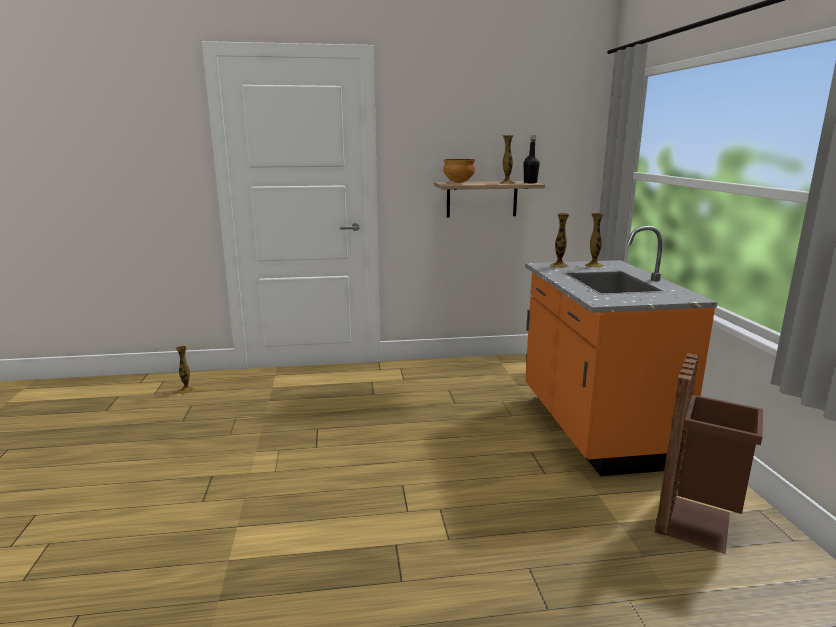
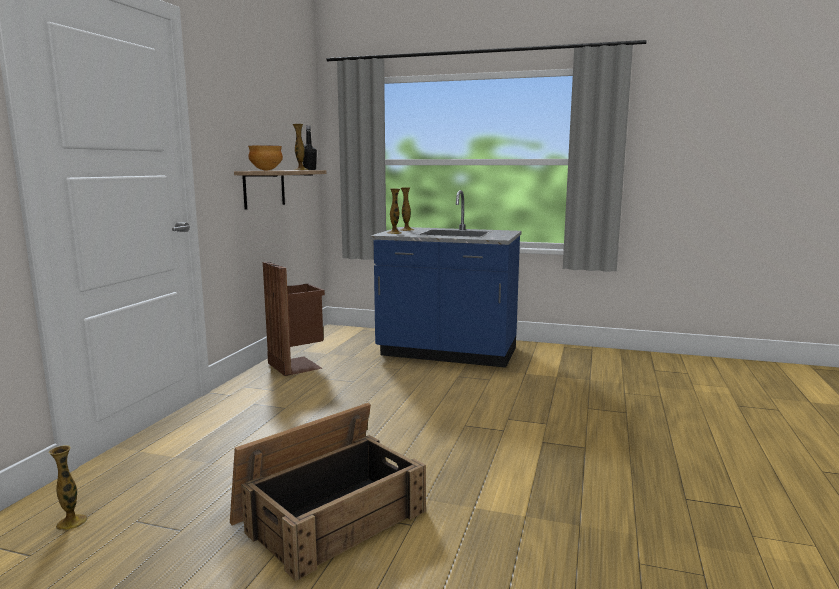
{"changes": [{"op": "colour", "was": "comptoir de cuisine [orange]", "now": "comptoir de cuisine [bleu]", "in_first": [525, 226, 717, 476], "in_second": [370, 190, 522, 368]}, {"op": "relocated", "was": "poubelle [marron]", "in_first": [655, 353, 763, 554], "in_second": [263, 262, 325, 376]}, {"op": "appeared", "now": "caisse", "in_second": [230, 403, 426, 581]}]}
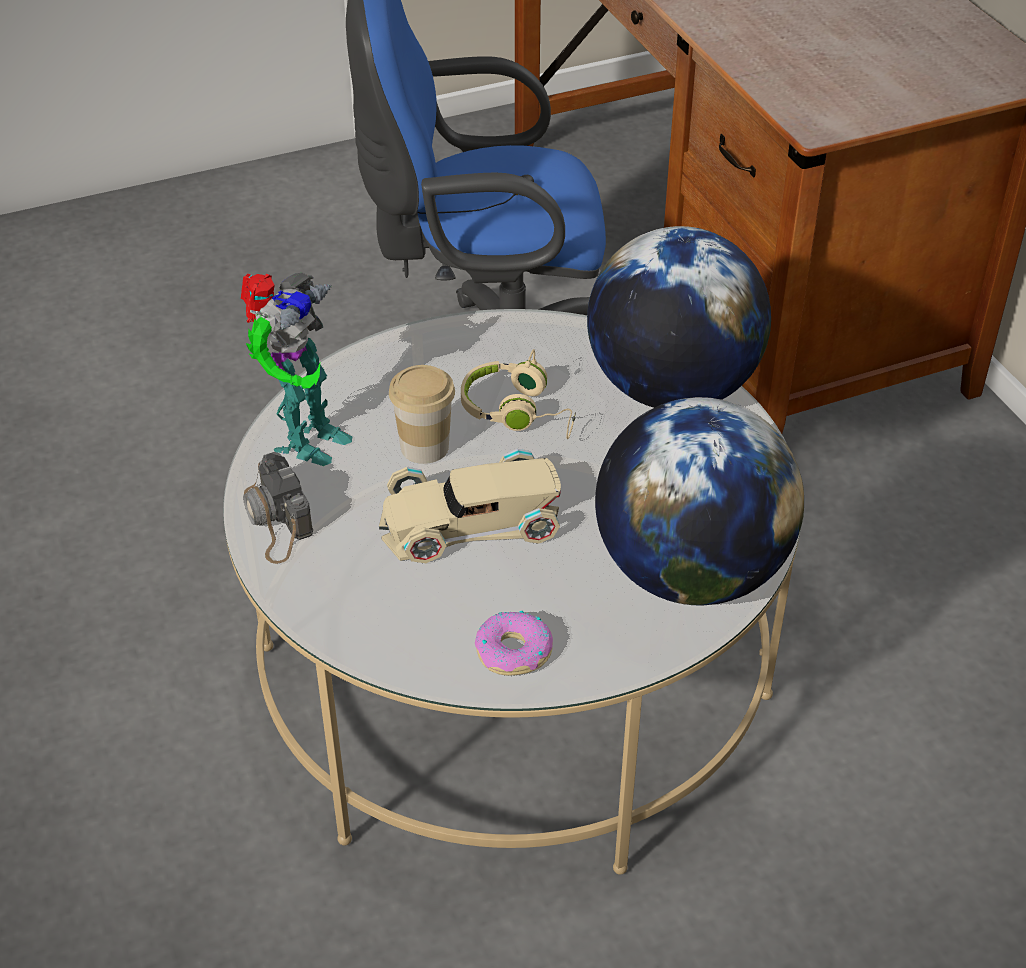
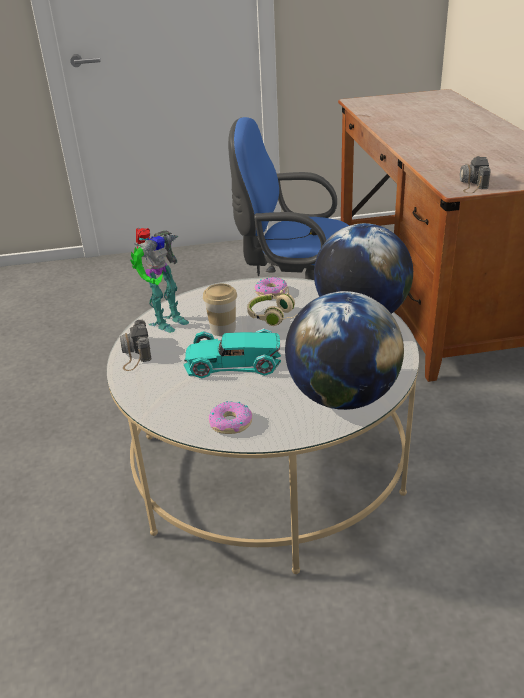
{"changes": [{"op": "colour", "was": "petite voiture [beige]", "now": "petite voiture [turquoise]", "in_first": [379, 449, 561, 563], "in_second": [184, 328, 281, 378]}, {"op": "appeared", "now": "appareil photo", "in_second": [460, 156, 491, 193]}, {"op": "appeared", "now": "beignet", "in_second": [254, 277, 287, 296]}]}
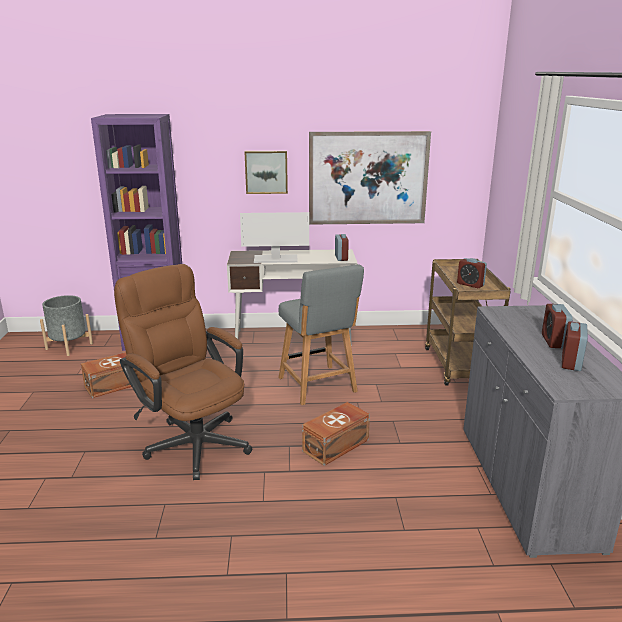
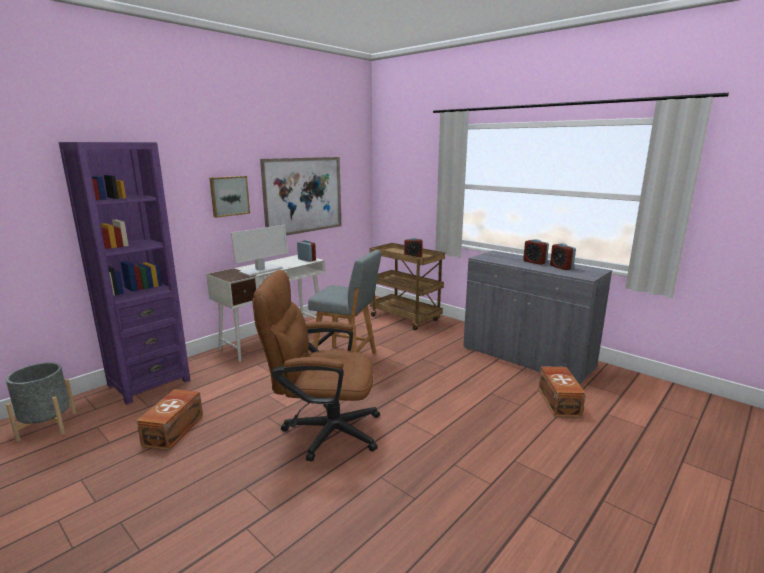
{"changes": [{"op": "relocated", "was": "boîte de rangement [marron]", "in_first": [302, 402, 370, 466], "in_second": [538, 366, 586, 418]}]}
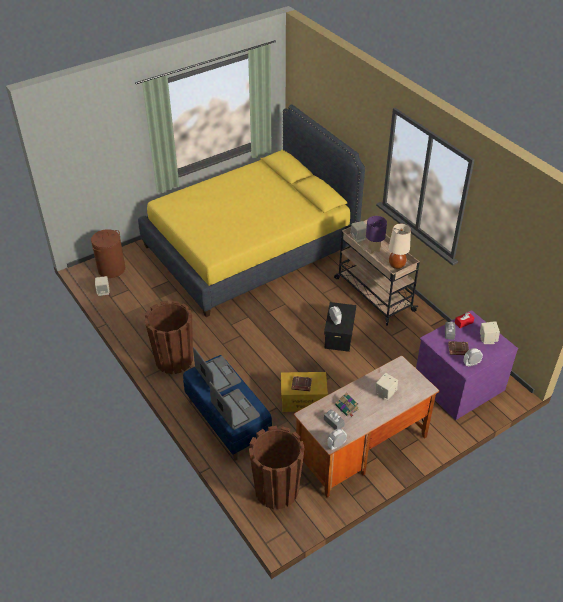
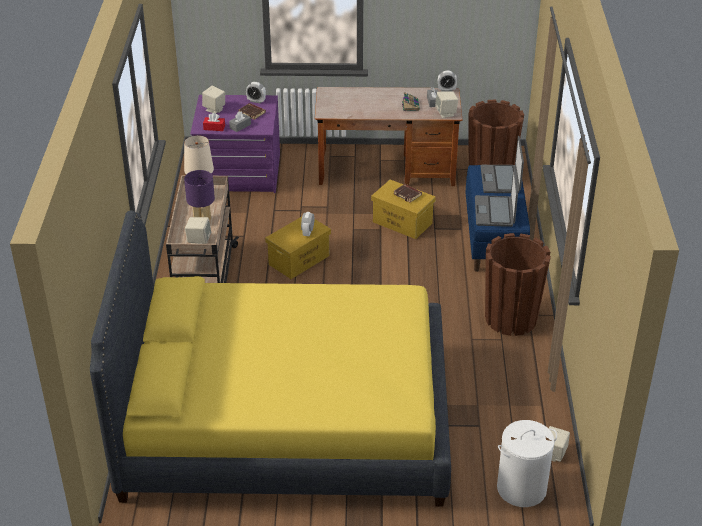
{"changes": [{"op": "colour", "was": "panier à linge [marron]", "now": "panier à linge [blanc]", "in_first": [91, 229, 125, 278], "in_second": [497, 420, 557, 507]}, {"op": "colour", "was": "boîte de rangement [noir]", "now": "boîte de rangement [jaune]", "in_first": [324, 302, 356, 352], "in_second": [265, 217, 331, 279]}, {"op": "relocated", "was": "enceinte [beige]", "in_first": [375, 373, 398, 400], "in_second": [435, 91, 458, 118]}]}
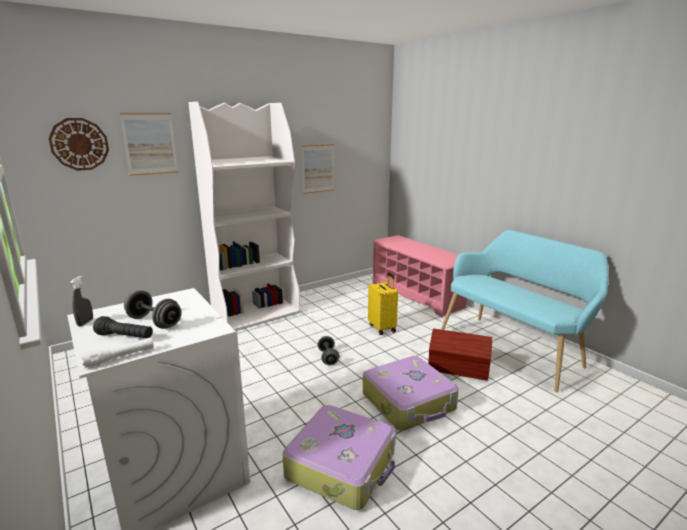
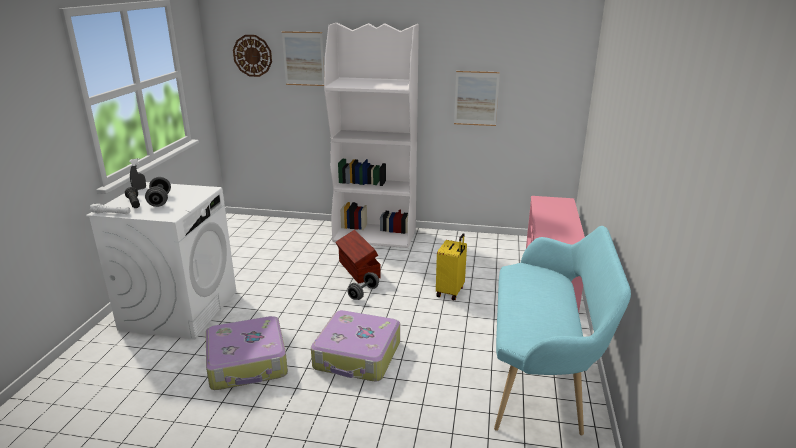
{"changes": [{"op": "relocated", "was": "boîte de rangement [marron]", "in_first": [428, 328, 492, 381], "in_second": [335, 230, 381, 284]}]}
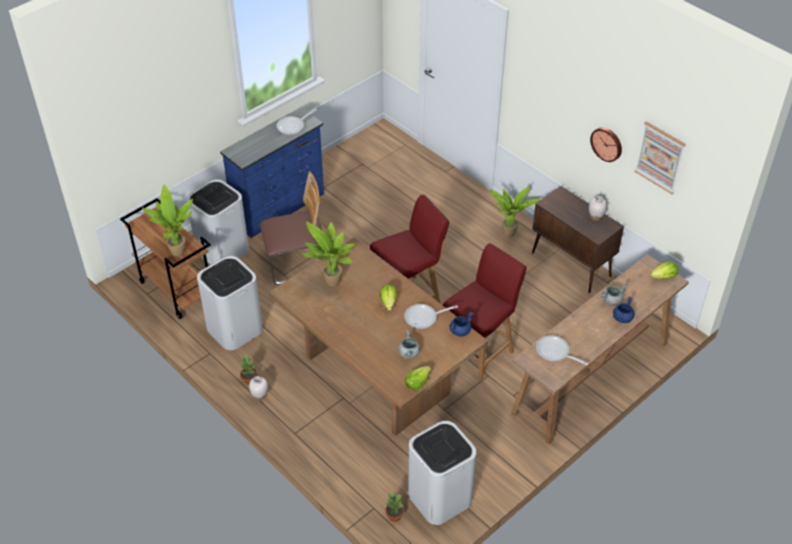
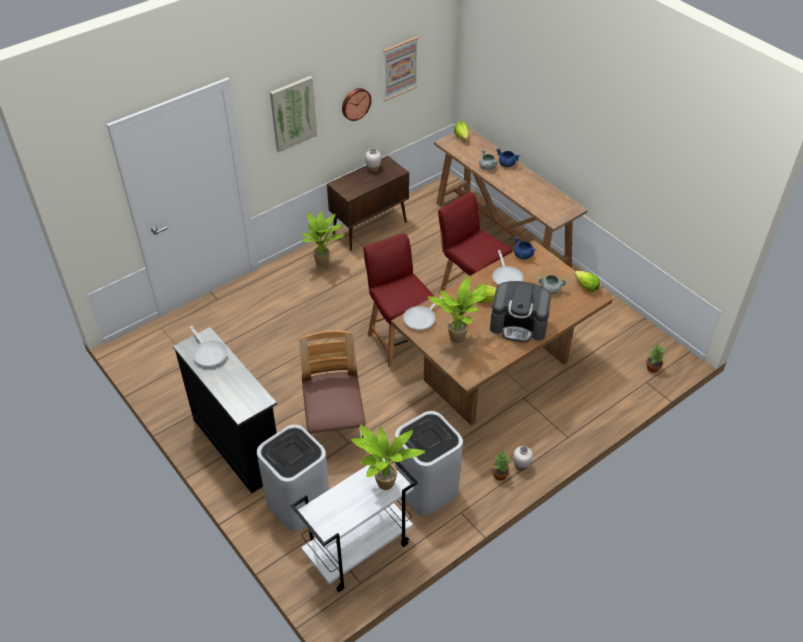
{"changes": [{"op": "colour", "was": "commode [bleu]", "now": "commode [noir]", "in_first": [220, 107, 324, 238], "in_second": [173, 327, 277, 493]}, {"op": "colour", "was": "chariot [marron]", "now": "chariot [blanc]", "in_first": [120, 198, 211, 319], "in_second": [291, 455, 418, 592]}, {"op": "relocated", "was": "poêle", "in_first": [536, 335, 588, 365], "in_second": [403, 296, 443, 330]}, {"op": "missing", "was": "poubelle [blanc]", "in_first": [408, 421, 476, 525]}, {"op": "appeared", "now": "tableau", "in_second": [270, 76, 317, 152]}, {"op": "appeared", "now": "machine à café", "in_second": [490, 281, 551, 343]}]}
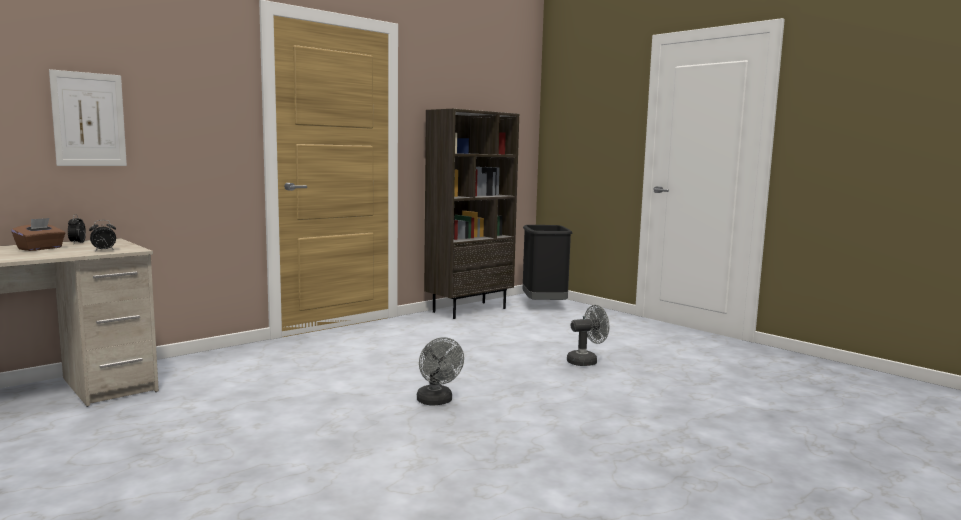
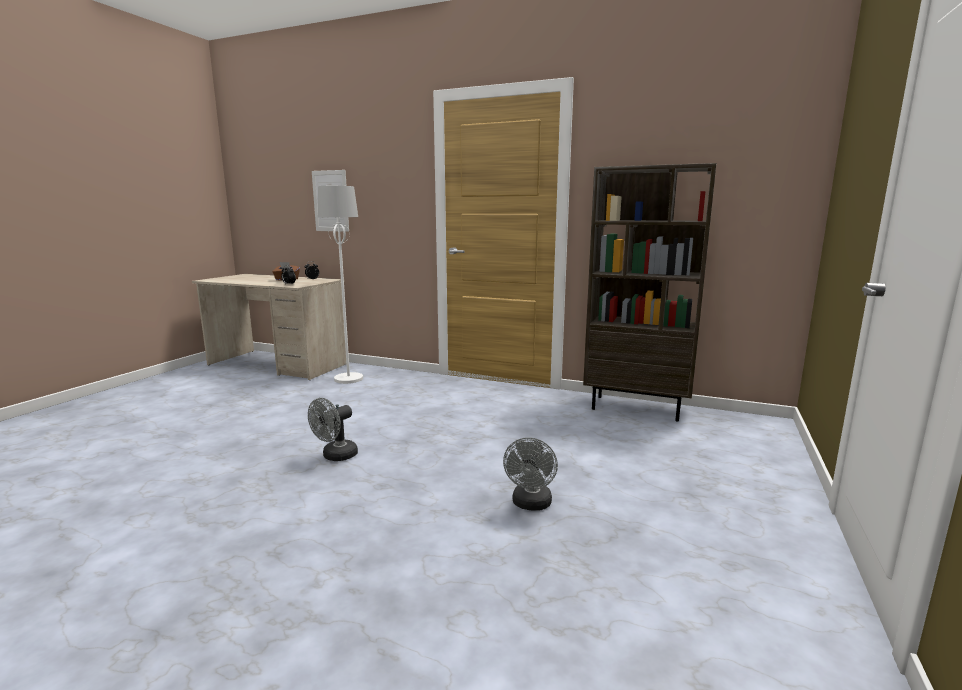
{"changes": [{"op": "missing", "was": "poubelle [noir]", "in_first": [523, 225, 572, 300]}, {"op": "spun", "was": "ventilateur [gris]", "in_first": [567, 305, 609, 366], "in_second": [503, 437, 558, 511], "clockwise": 60}, {"op": "appeared", "now": "lampadaire [blanc]", "in_second": [318, 186, 363, 384]}]}
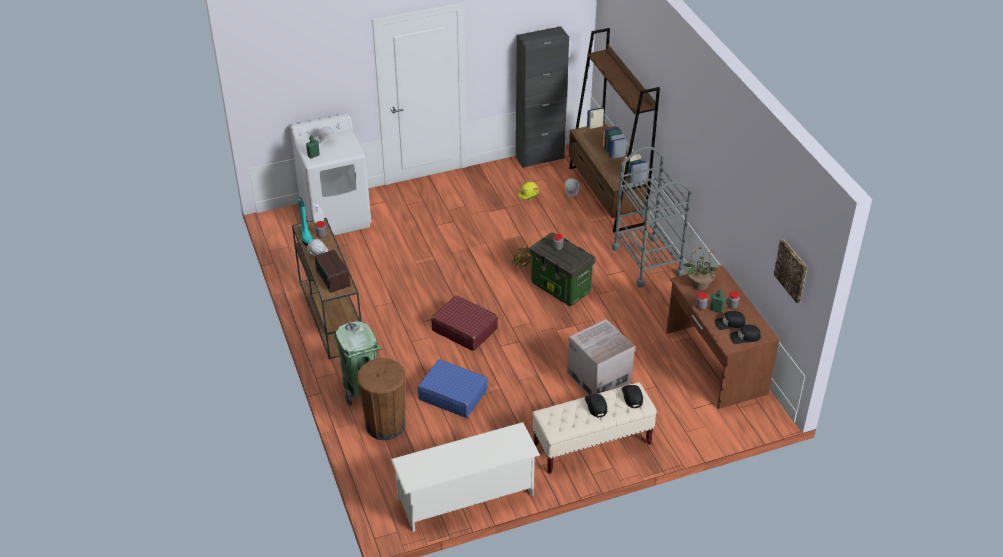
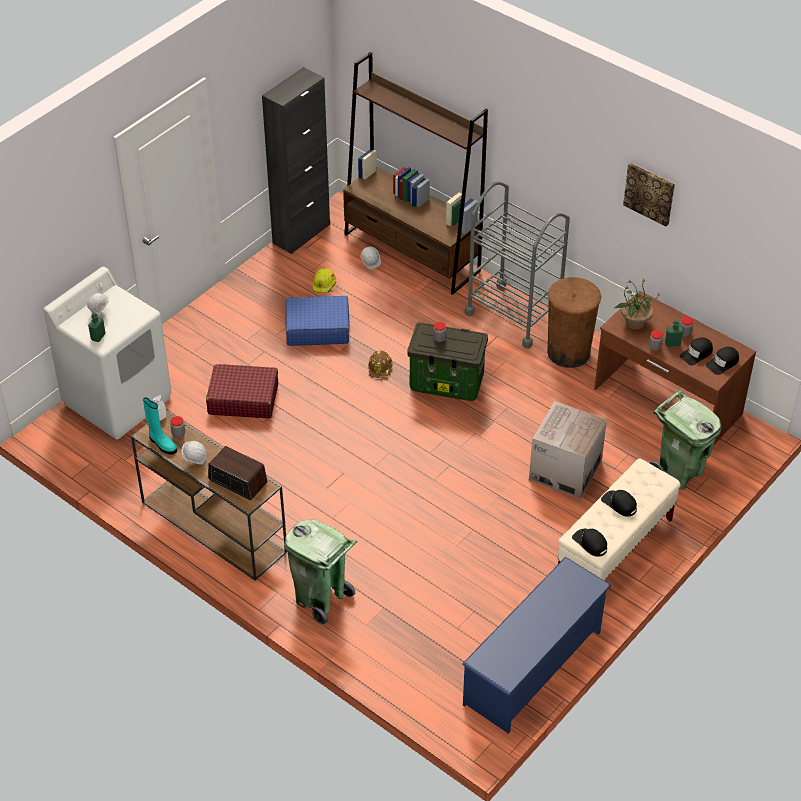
{"changes": [{"op": "relocated", "was": "tableau", "in_first": [774, 239, 808, 303], "in_second": [623, 163, 675, 226]}, {"op": "relocated", "was": "valise [rouge]", "in_first": [431, 295, 498, 351], "in_second": [206, 364, 278, 418]}, {"op": "relocated", "was": "poubelle [marron]", "in_first": [357, 358, 406, 440], "in_second": [547, 277, 601, 368]}, {"op": "relocated", "was": "valise [bleu]", "in_first": [418, 359, 488, 418], "in_second": [286, 296, 349, 346]}, {"op": "relocated", "was": "casquette [noir]", "in_first": [622, 385, 643, 408], "in_second": [572, 529, 607, 557]}, {"op": "colour", "was": "étagère à chaussures [blanc]", "now": "étagère à chaussures [bleu]", "in_first": [391, 422, 540, 532], "in_second": [462, 557, 611, 734]}, {"op": "appeared", "now": "poubelle [vert]", "in_second": [650, 390, 722, 490]}]}
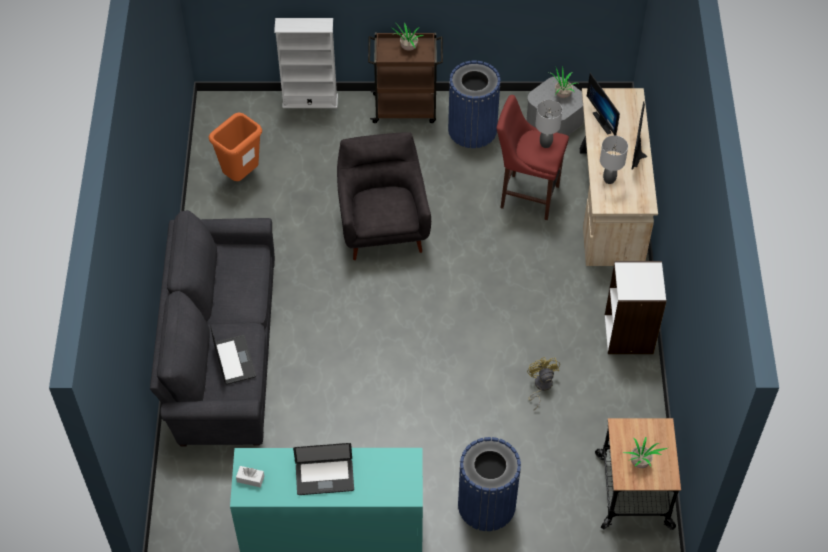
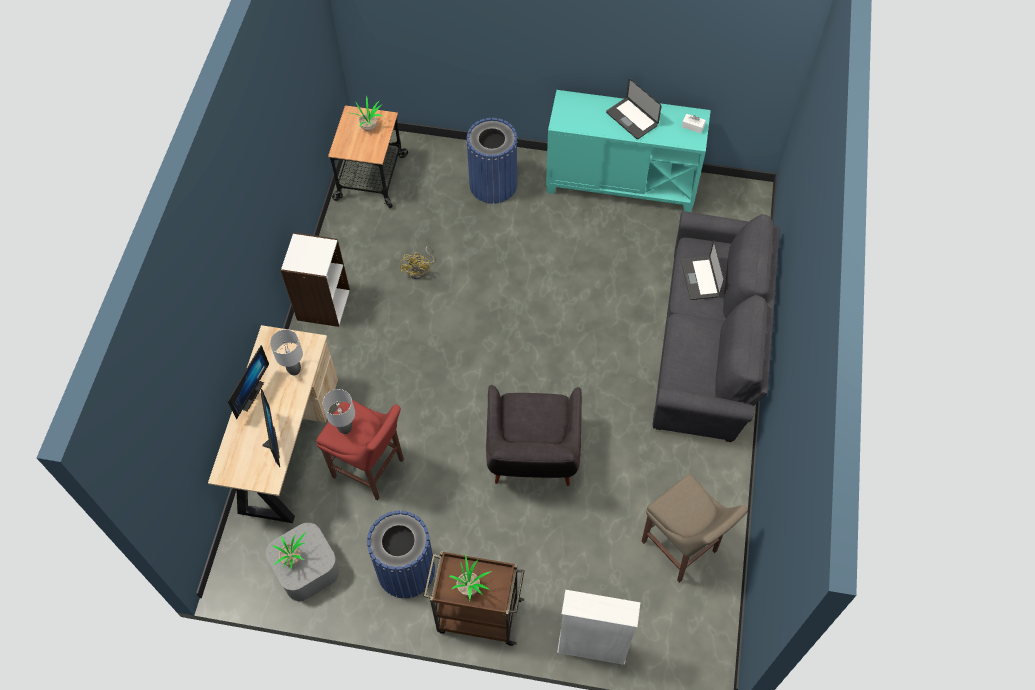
{"changes": [{"op": "exchanged", "was": "poubelle [orange]", "now": "tabouret [beige]", "in_first": [209, 112, 262, 181], "in_second": [641, 474, 748, 583]}, {"op": "spun", "was": "ordinateur portable", "in_first": [293, 443, 354, 495], "in_second": [606, 78, 661, 139], "clockwise": -135}]}
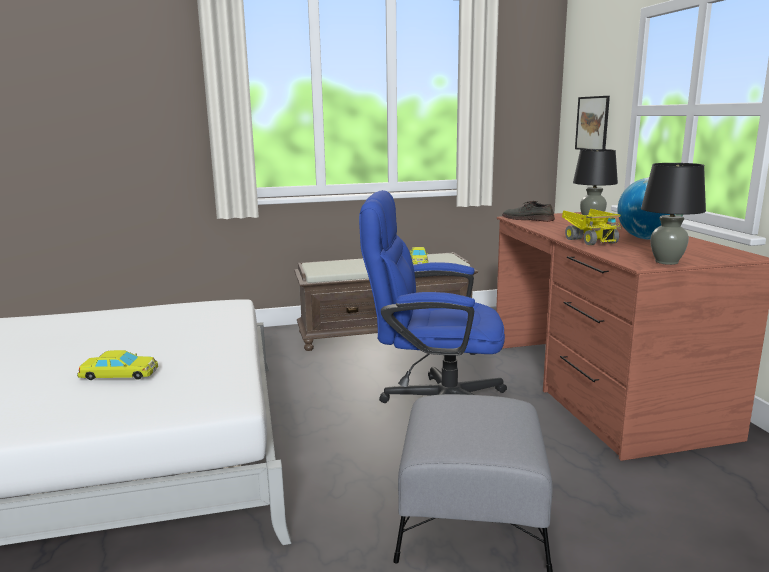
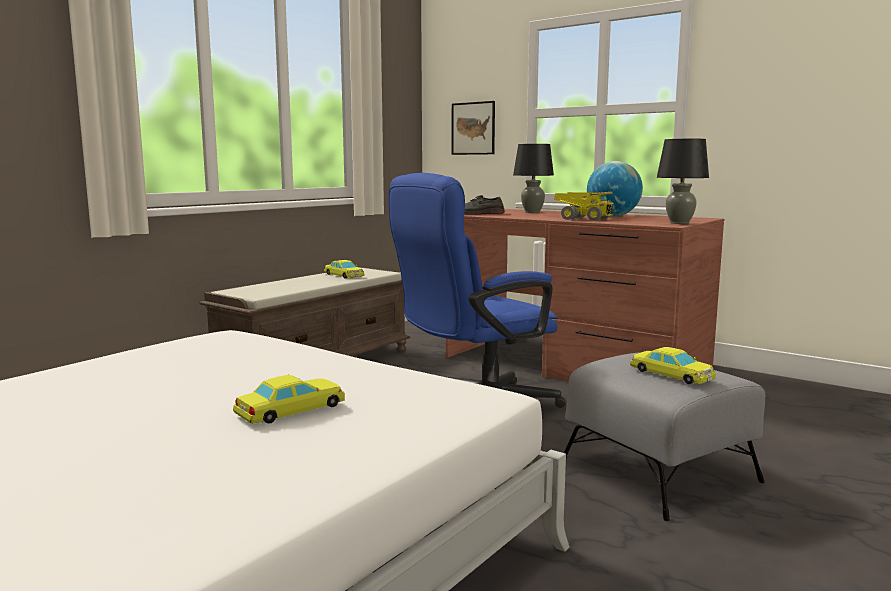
{"changes": [{"op": "appeared", "now": "petite voiture [jaune]", "in_second": [630, 347, 716, 384]}]}
